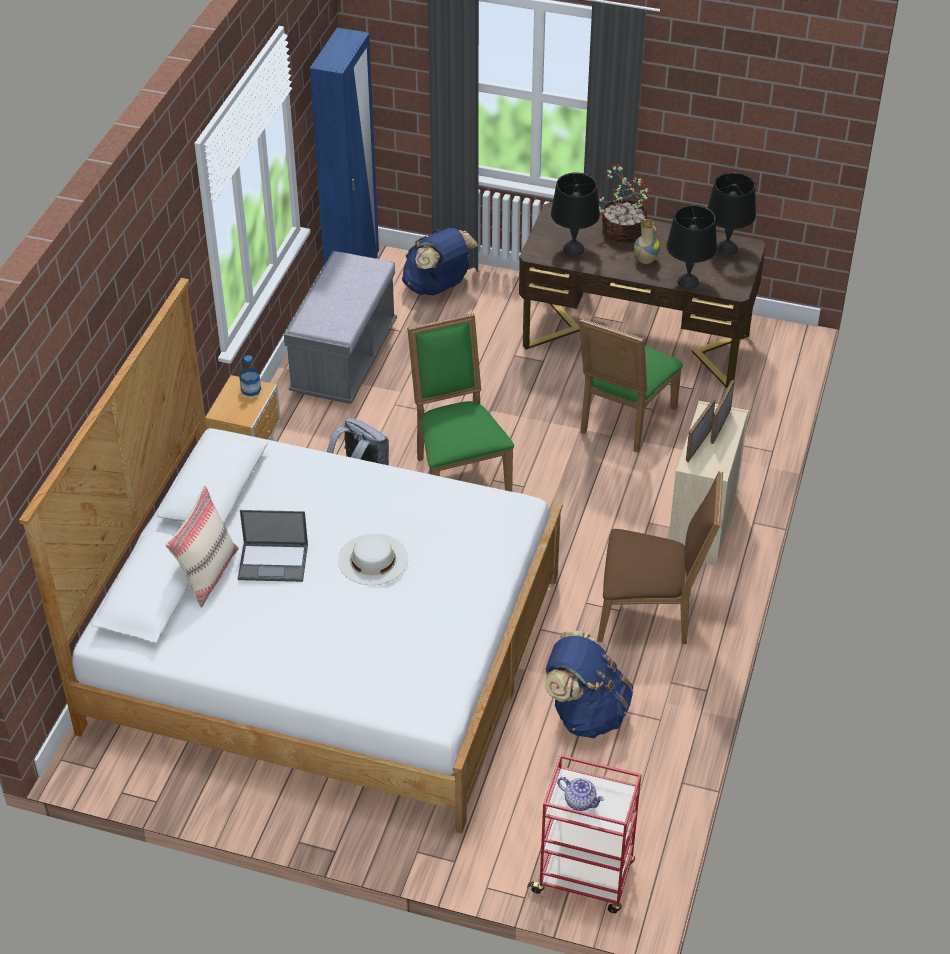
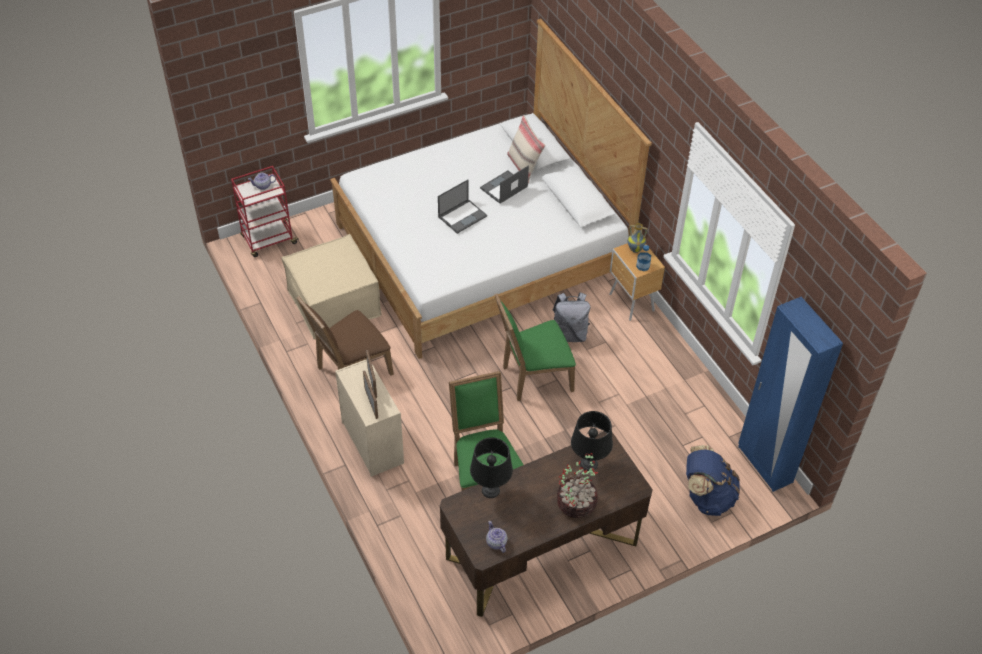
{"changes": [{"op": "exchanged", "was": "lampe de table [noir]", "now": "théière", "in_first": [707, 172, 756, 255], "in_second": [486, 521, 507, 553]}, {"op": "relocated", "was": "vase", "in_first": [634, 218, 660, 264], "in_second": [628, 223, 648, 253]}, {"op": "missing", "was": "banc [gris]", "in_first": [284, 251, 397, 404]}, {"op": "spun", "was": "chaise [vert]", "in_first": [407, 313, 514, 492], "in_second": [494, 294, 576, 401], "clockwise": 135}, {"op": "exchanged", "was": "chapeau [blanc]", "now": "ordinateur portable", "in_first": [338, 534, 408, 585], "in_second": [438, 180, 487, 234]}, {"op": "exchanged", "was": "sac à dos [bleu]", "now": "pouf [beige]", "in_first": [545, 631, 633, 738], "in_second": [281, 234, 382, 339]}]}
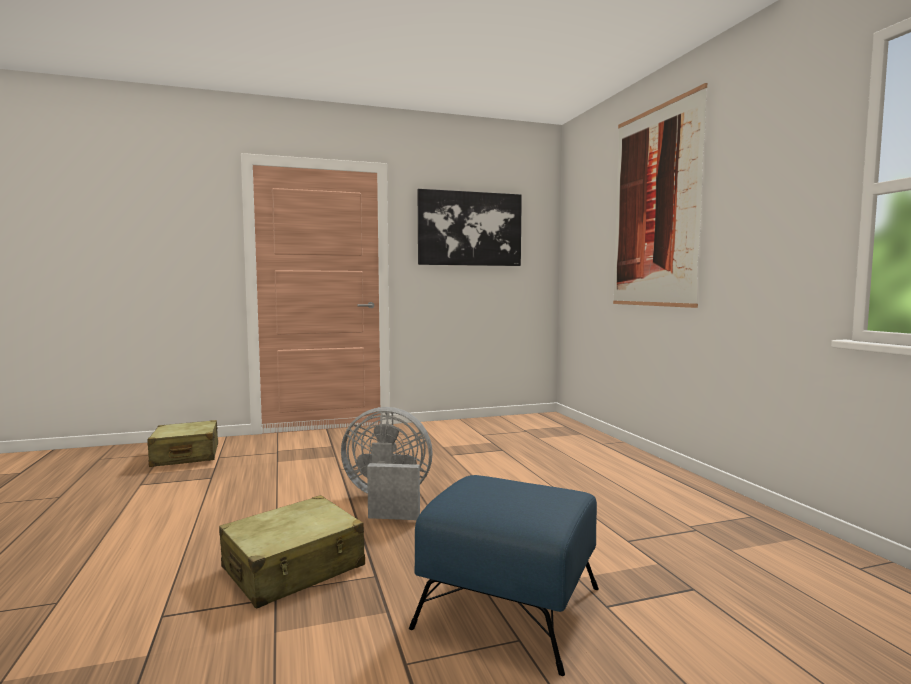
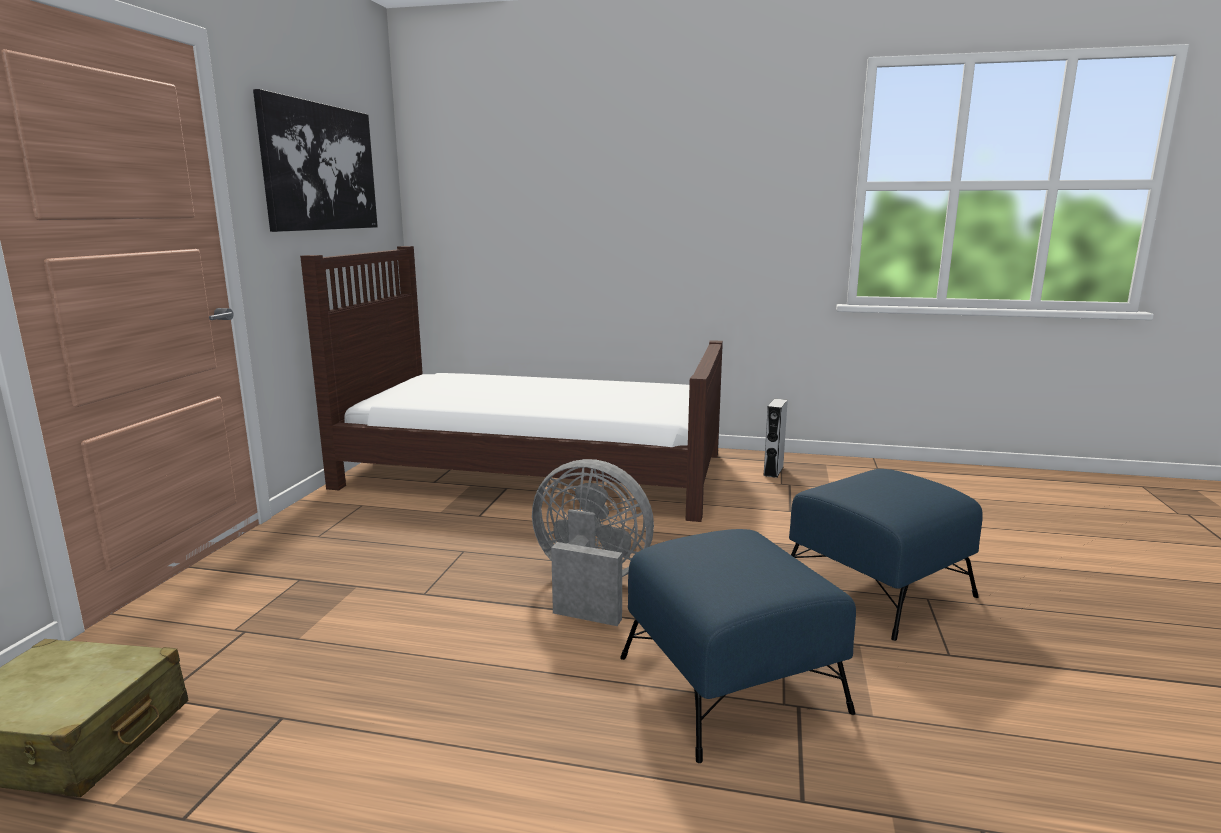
{"changes": [{"op": "missing", "was": "tableau", "in_first": [613, 83, 707, 308]}, {"op": "spun", "was": "ventilateur [gris]", "in_first": [341, 407, 433, 520], "in_second": [532, 459, 654, 626], "clockwise": 75}, {"op": "exchanged", "was": "valise [beige]", "now": "pouf [bleu]", "in_first": [219, 495, 365, 609], "in_second": [620, 529, 856, 763]}, {"op": "appeared", "now": "lit [marron]", "in_second": [300, 246, 723, 522]}, {"op": "appeared", "now": "enceinte [gris]", "in_second": [763, 398, 788, 478]}]}
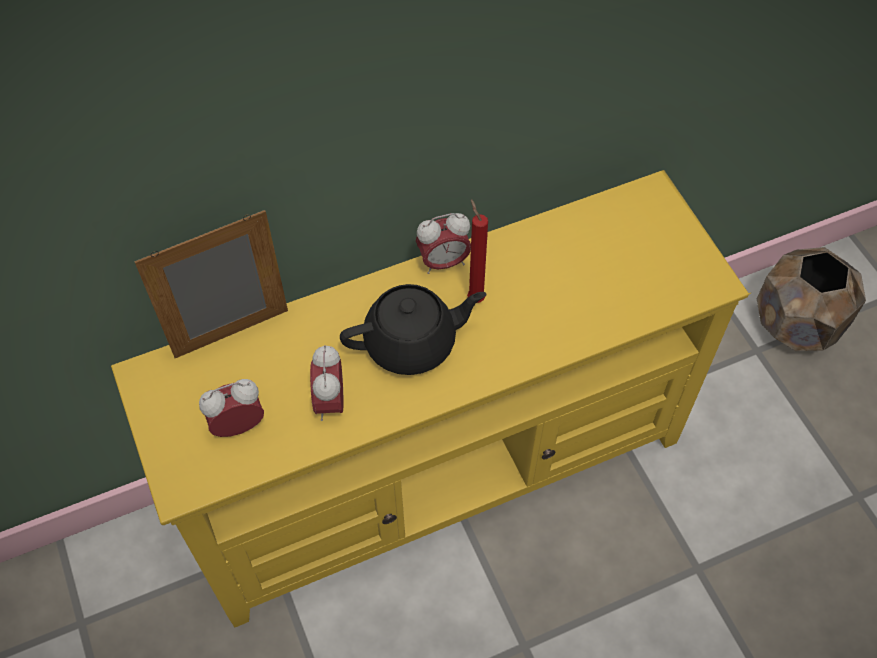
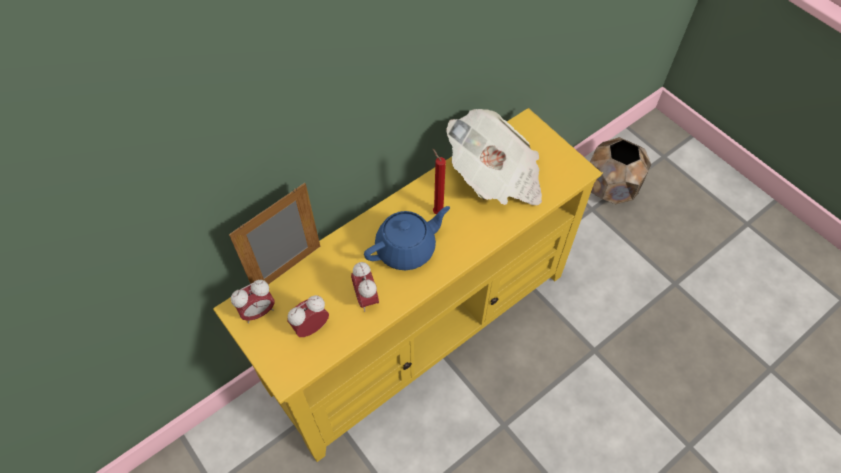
{"changes": [{"op": "relocated", "was": "réveil", "in_first": [416, 213, 471, 274], "in_second": [231, 280, 274, 324]}, {"op": "colour", "was": "théière [noir]", "now": "théière [bleu]", "in_first": [340, 284, 487, 375], "in_second": [364, 206, 450, 270]}, {"op": "appeared", "now": "journal", "in_second": [446, 109, 542, 206]}]}
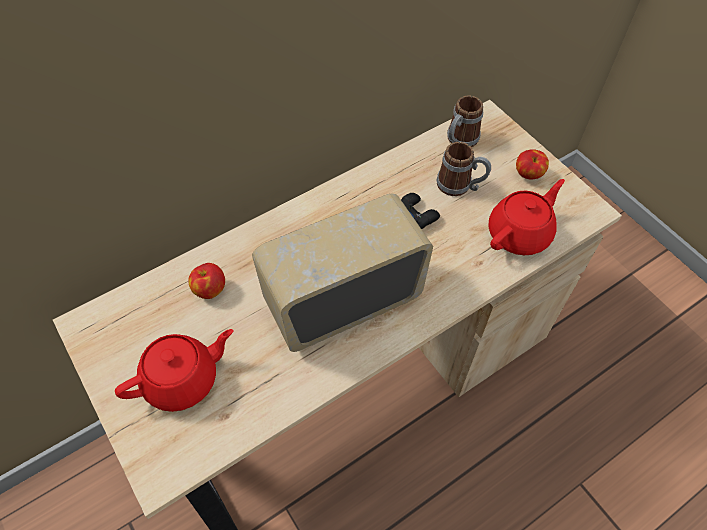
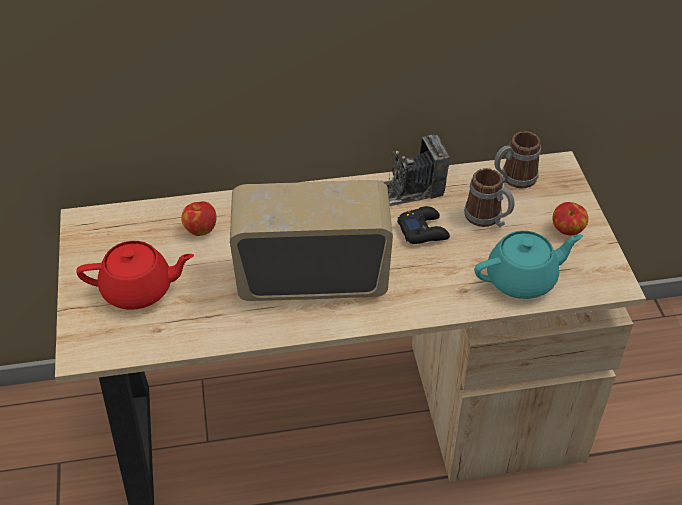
{"changes": [{"op": "colour", "was": "théière [rouge]", "now": "théière [turquoise]", "in_first": [489, 179, 565, 255], "in_second": [474, 231, 583, 299]}, {"op": "appeared", "now": "appareil photo", "in_second": [381, 135, 450, 206]}]}
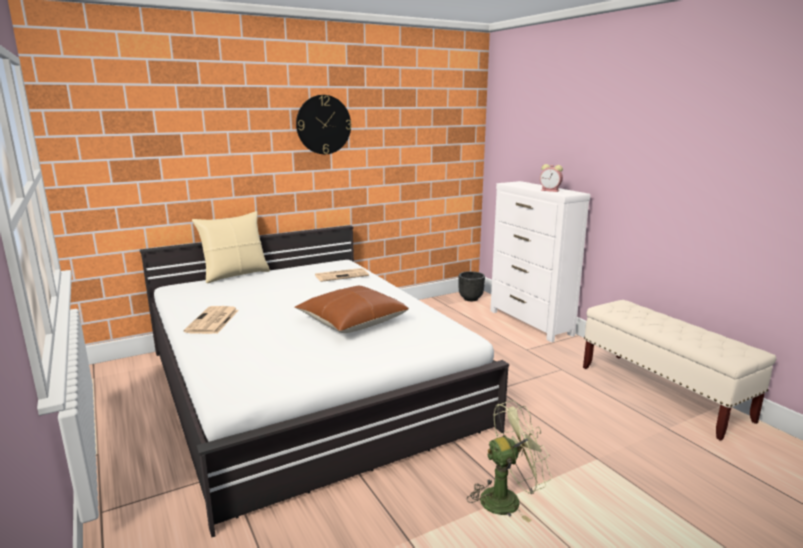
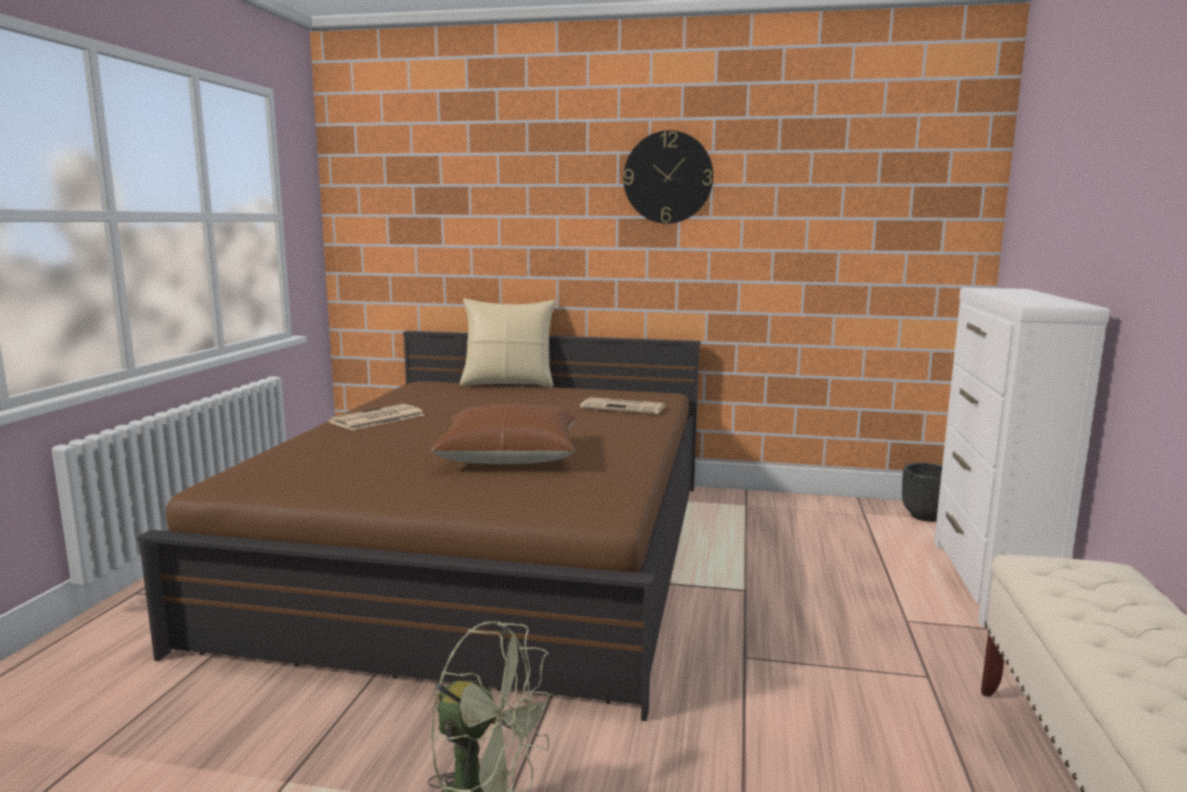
{"changes": [{"op": "missing", "was": "réveil", "in_first": [540, 164, 563, 192]}, {"op": "colour", "was": "lit [blanc]", "now": "lit [marron]", "in_first": [140, 225, 509, 537], "in_second": [137, 331, 701, 721]}]}
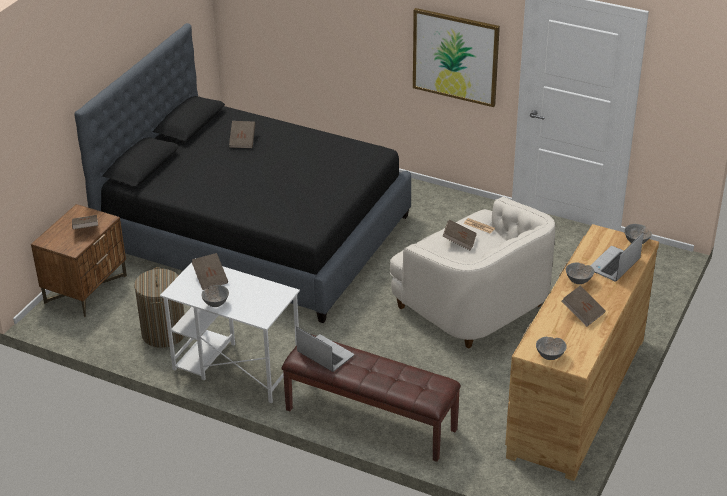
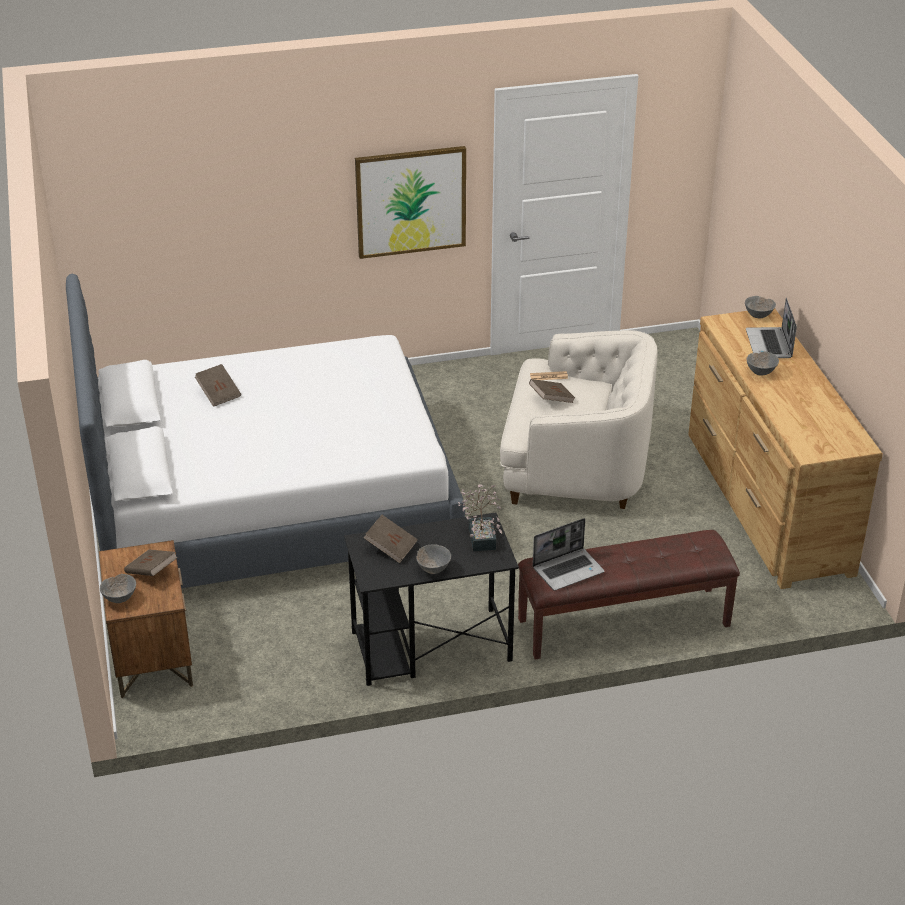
{"changes": [{"op": "colour", "was": "lit [noir]", "now": "lit [blanc]", "in_first": [74, 23, 411, 323], "in_second": [66, 274, 465, 588]}, {"op": "colour", "was": "bureau [blanc]", "now": "bureau [noir]", "in_first": [160, 258, 300, 403], "in_second": [344, 512, 519, 686]}, {"op": "missing", "was": "panier à linge", "in_first": [134, 267, 185, 348]}, {"op": "missing", "was": "livre [marron]", "in_first": [562, 286, 606, 327]}, {"op": "spun", "was": "ordinateur portable", "in_first": [296, 327, 354, 372], "in_second": [533, 518, 605, 591], "clockwise": 150}, {"op": "relocated", "was": "bol [gris]", "in_first": [536, 337, 567, 360], "in_second": [100, 574, 136, 603]}, {"op": "appeared", "now": "plante en pot", "in_second": [458, 484, 502, 551]}]}
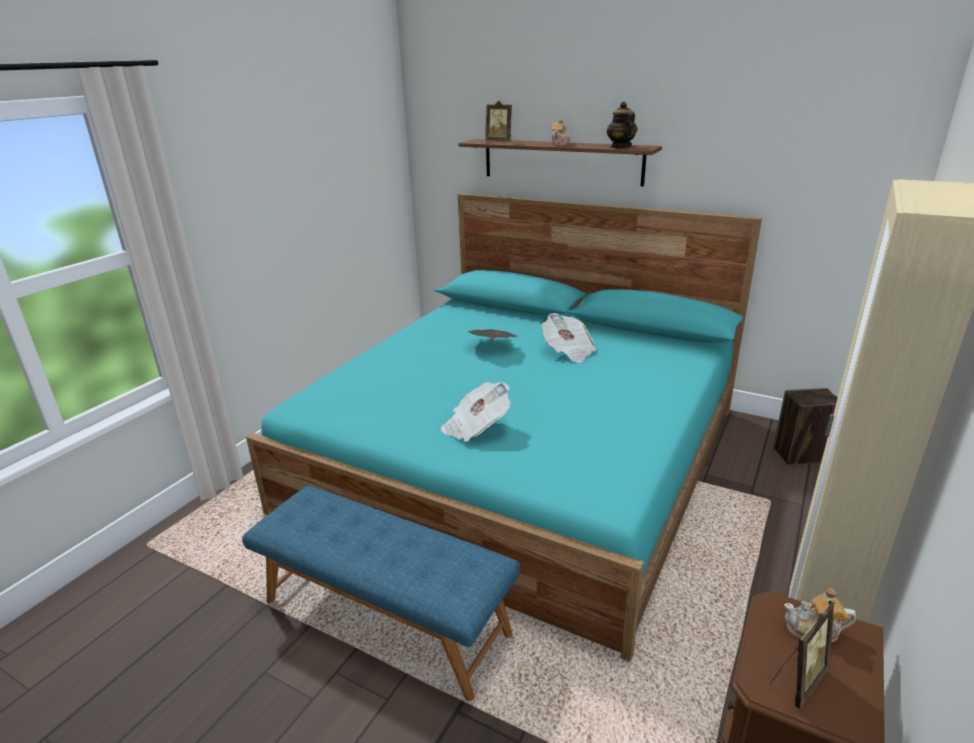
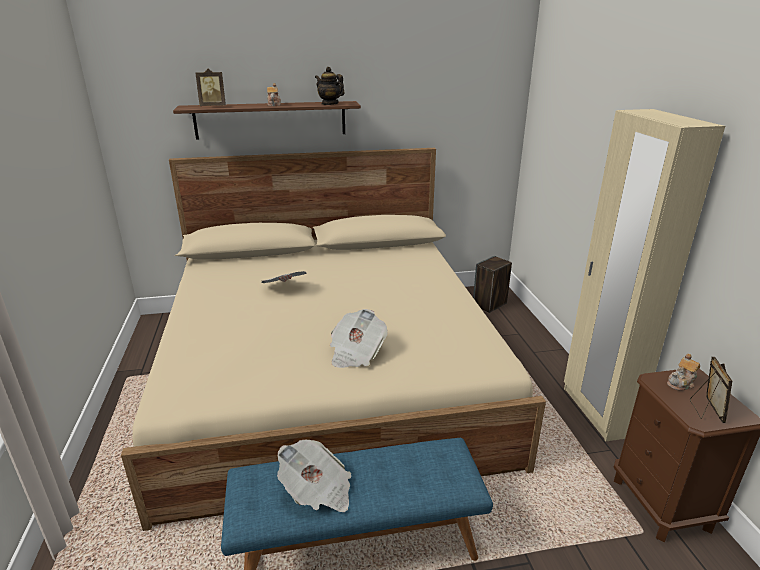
{"changes": [{"op": "colour", "was": "lit [turquoise]", "now": "lit [beige]", "in_first": [246, 193, 762, 662], "in_second": [121, 148, 546, 531]}, {"op": "relocated", "was": "journal", "in_first": [541, 313, 596, 363], "in_second": [277, 440, 351, 512]}]}
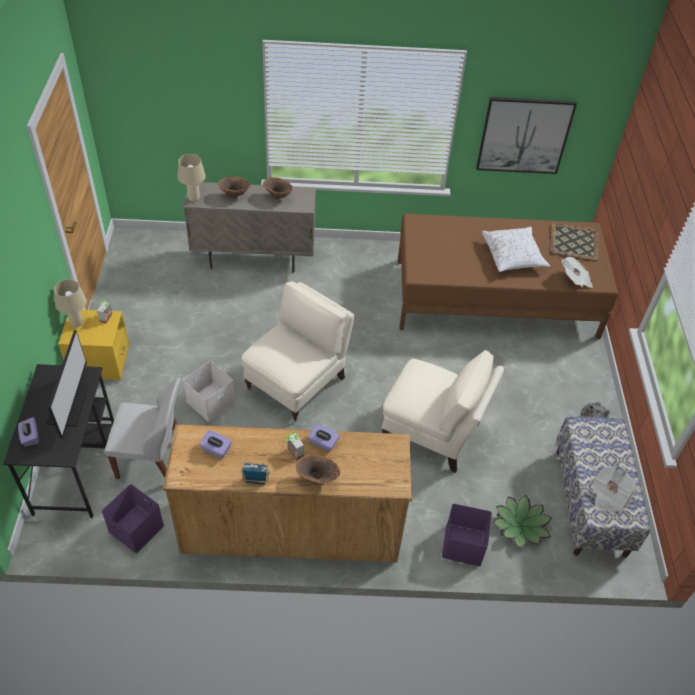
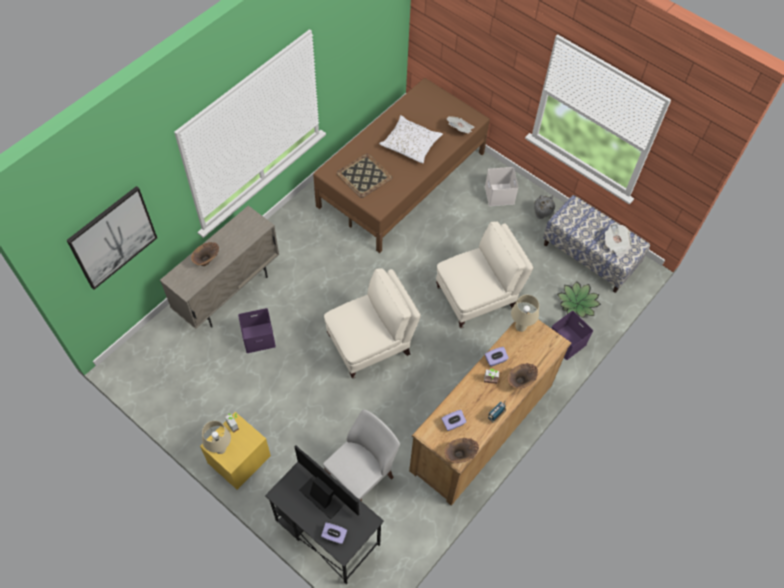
{"changes": [{"op": "relocated", "was": "tableau", "in_first": [476, 97, 577, 174], "in_second": [66, 186, 157, 290]}, {"op": "relocated", "was": "lampe de table [beige]", "in_first": [177, 154, 206, 202], "in_second": [511, 295, 539, 332]}, {"op": "relocated", "was": "vase [marron]", "in_first": [263, 177, 293, 199], "in_second": [444, 438, 479, 463]}, {"op": "relocated", "was": "plateau", "in_first": [550, 222, 599, 261], "in_second": [337, 153, 392, 198]}, {"op": "spun", "was": "fauteuil [beige]", "in_first": [242, 281, 354, 422], "in_second": [324, 268, 421, 379], "clockwise": 75}, {"op": "relocated", "was": "boîte de rangement [blanc]", "in_first": [183, 361, 235, 421], "in_second": [485, 167, 519, 206]}, {"op": "relocated", "was": "boîte de rangement [violet]", "in_first": [102, 484, 164, 553], "in_second": [238, 308, 276, 353]}]}
